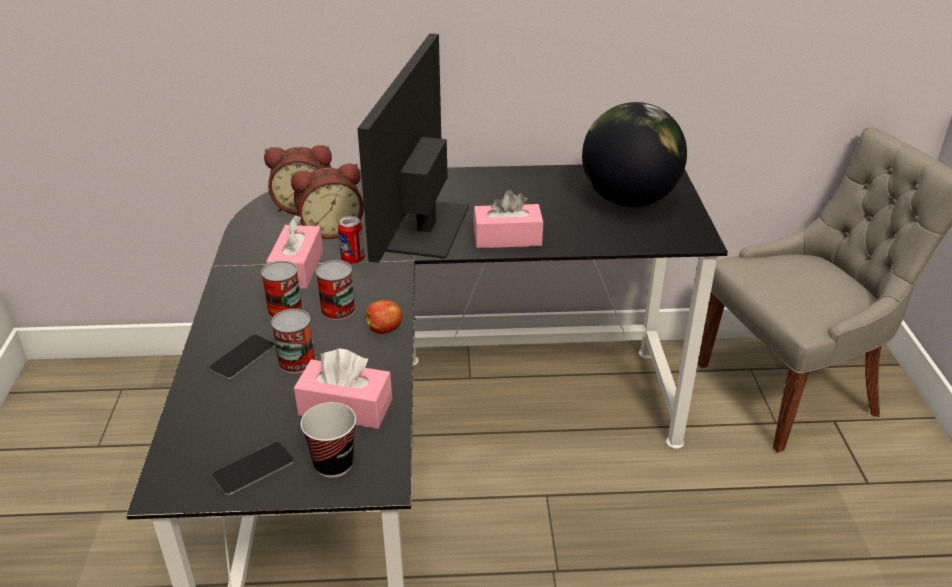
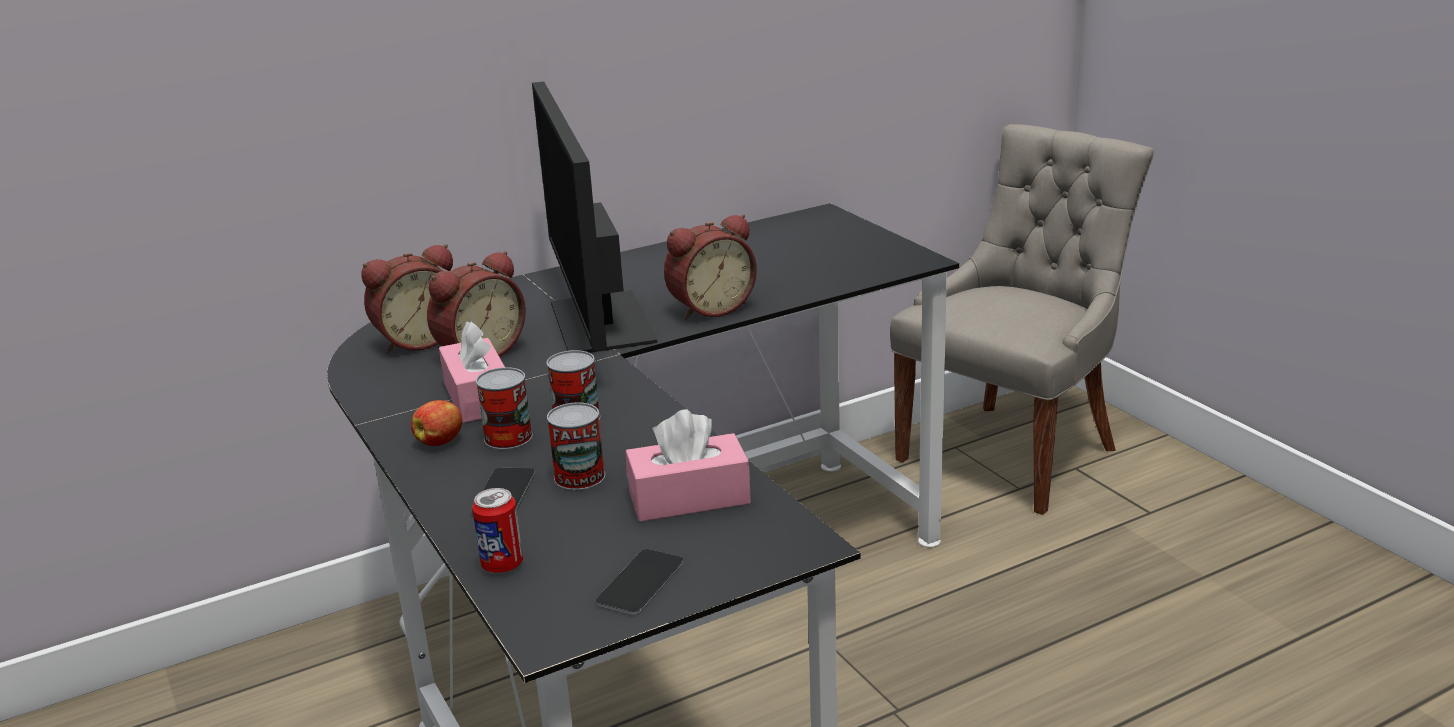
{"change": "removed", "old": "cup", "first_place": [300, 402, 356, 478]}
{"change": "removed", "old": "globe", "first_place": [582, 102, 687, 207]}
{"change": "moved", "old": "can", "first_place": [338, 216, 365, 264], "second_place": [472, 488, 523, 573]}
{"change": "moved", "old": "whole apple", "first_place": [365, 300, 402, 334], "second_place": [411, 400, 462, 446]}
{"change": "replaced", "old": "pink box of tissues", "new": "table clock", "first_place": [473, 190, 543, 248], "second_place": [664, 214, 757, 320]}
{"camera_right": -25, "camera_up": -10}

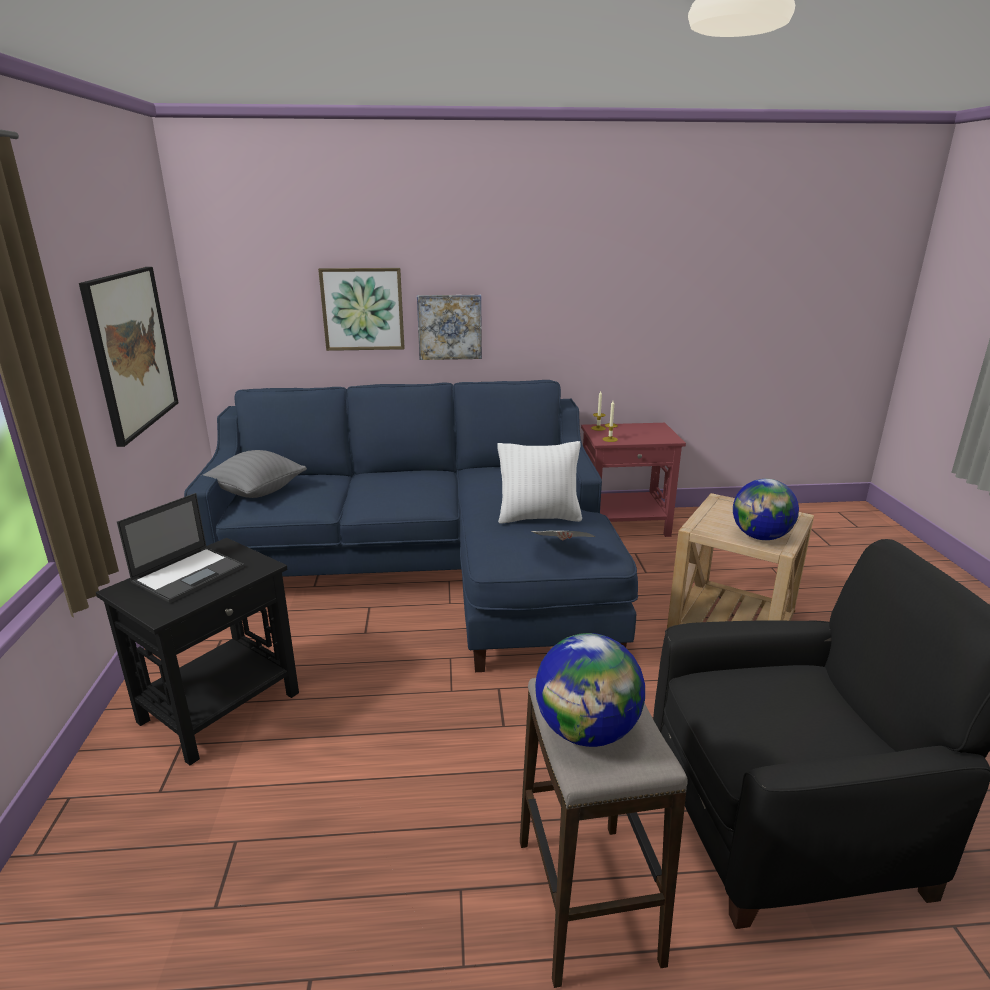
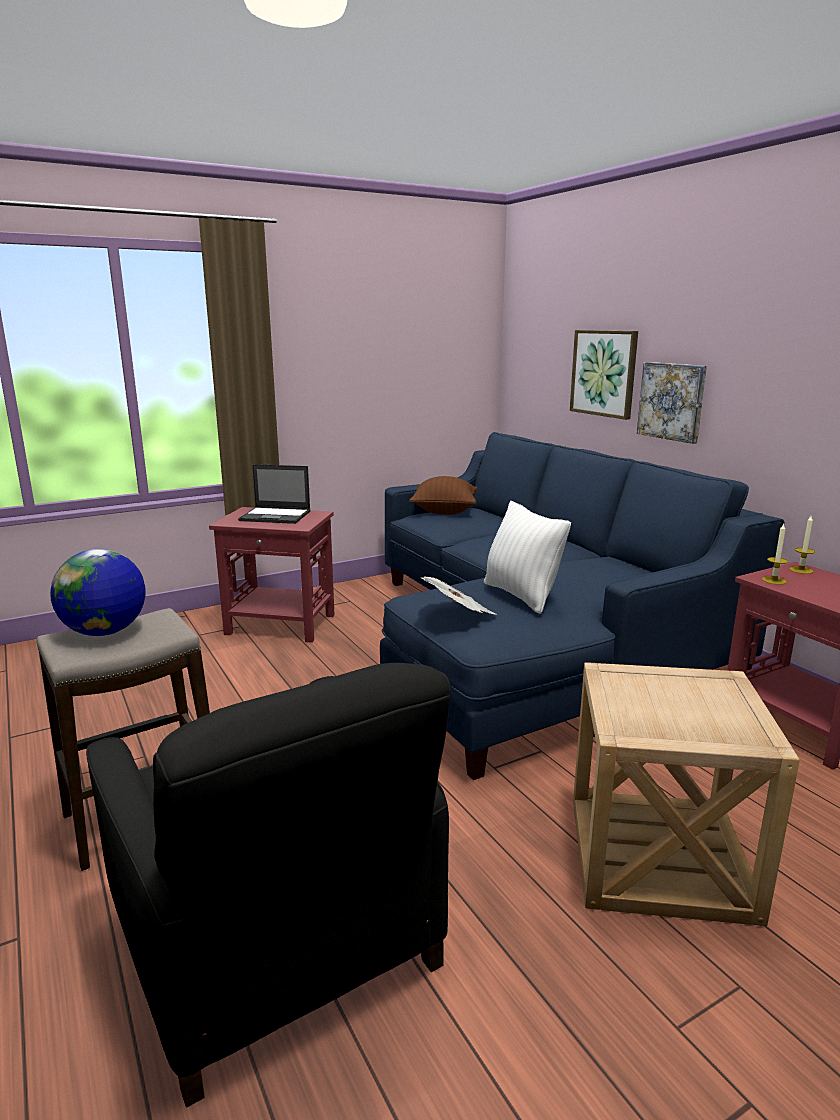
{"change": "removed", "old": "picture", "first_place": [79, 267, 178, 447]}
{"change": "removed", "old": "globe", "first_place": [733, 479, 799, 540]}
{"change": "recoloured", "old": "blackish accent table", "new": "red-coloured accent table", "first_place": [96, 538, 299, 765], "second_place": [209, 507, 335, 643]}
{"change": "recoloured", "old": "greyish cushion", "new": "brown cushion", "first_place": [200, 450, 307, 498], "second_place": [409, 476, 478, 515]}
{"camera_right": 65, "camera_up": -5}

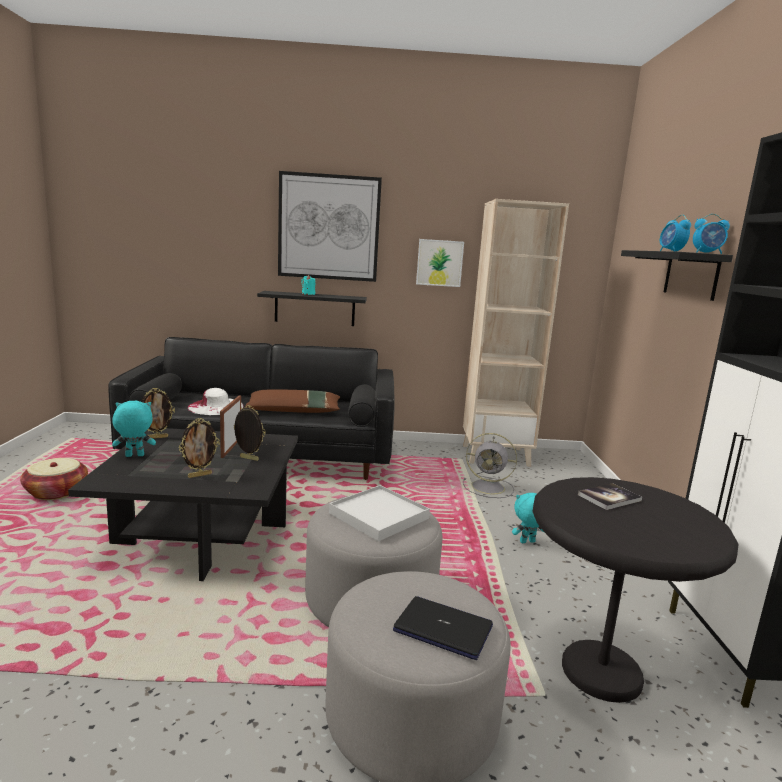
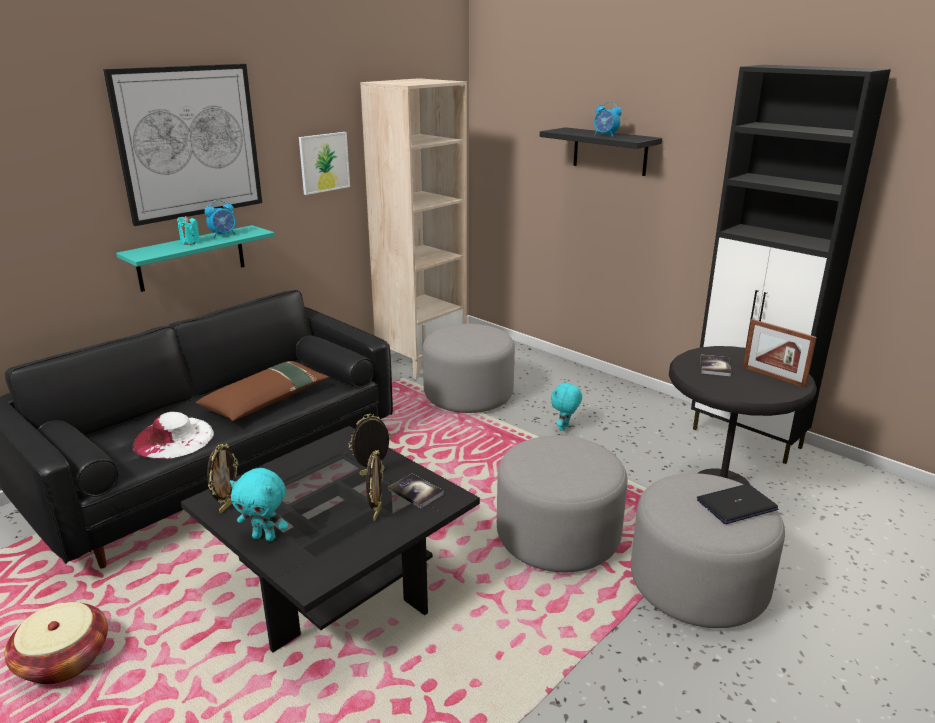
{"change": "removed", "old": "white carrying tray", "first_place": [329, 485, 430, 541]}
{"change": "added", "new": "bound book", "second_place": [389, 474, 444, 508]}
{"change": "moved", "old": "standing frame", "first_place": [220, 396, 241, 458], "second_place": [743, 319, 817, 388]}
{"change": "moved", "old": "table clock", "first_place": [693, 214, 730, 254], "second_place": [204, 200, 235, 238]}
{"change": "replaced", "old": "greyish electric fan", "new": "greyish ottoman", "first_place": [463, 433, 517, 498], "second_place": [423, 324, 515, 413]}
{"change": "recoloured", "old": "blackish wall shelf", "new": "turquoise wall shelf", "first_place": [257, 291, 367, 326], "second_place": [116, 225, 275, 292]}
{"change": "turned", "old": "turquoise cuddly toy", "first_place": [112, 401, 156, 457], "second_place": [230, 468, 288, 541], "degrees": -105}
{"camera_right": -45, "camera_up": 10}

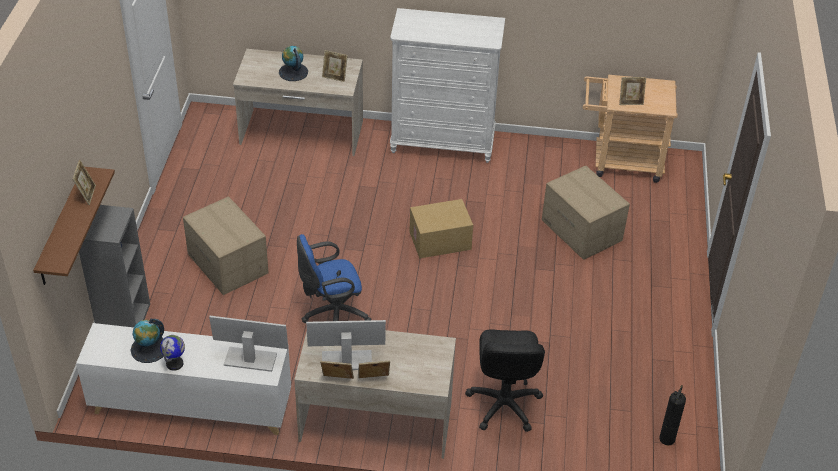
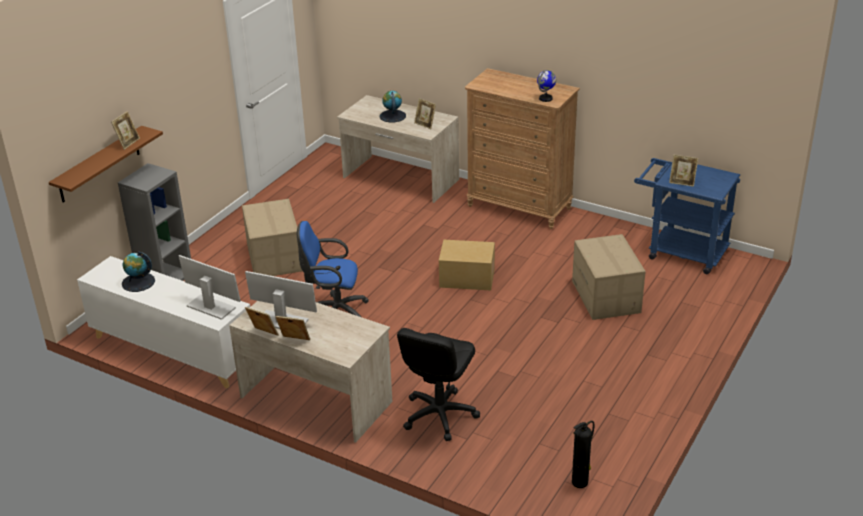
{"change": "moved", "old": "globe", "first_place": [160, 335, 185, 371], "second_place": [537, 70, 556, 102]}
{"change": "recoloured", "old": "white dresser", "new": "brown dresser", "first_place": [390, 8, 505, 163], "second_place": [465, 68, 580, 229]}
{"change": "recoloured", "old": "beige wheeled cart", "new": "blue wheeled cart", "first_place": [583, 75, 678, 183], "second_place": [634, 158, 740, 274]}
{"camera_right": 25, "camera_up": -10}

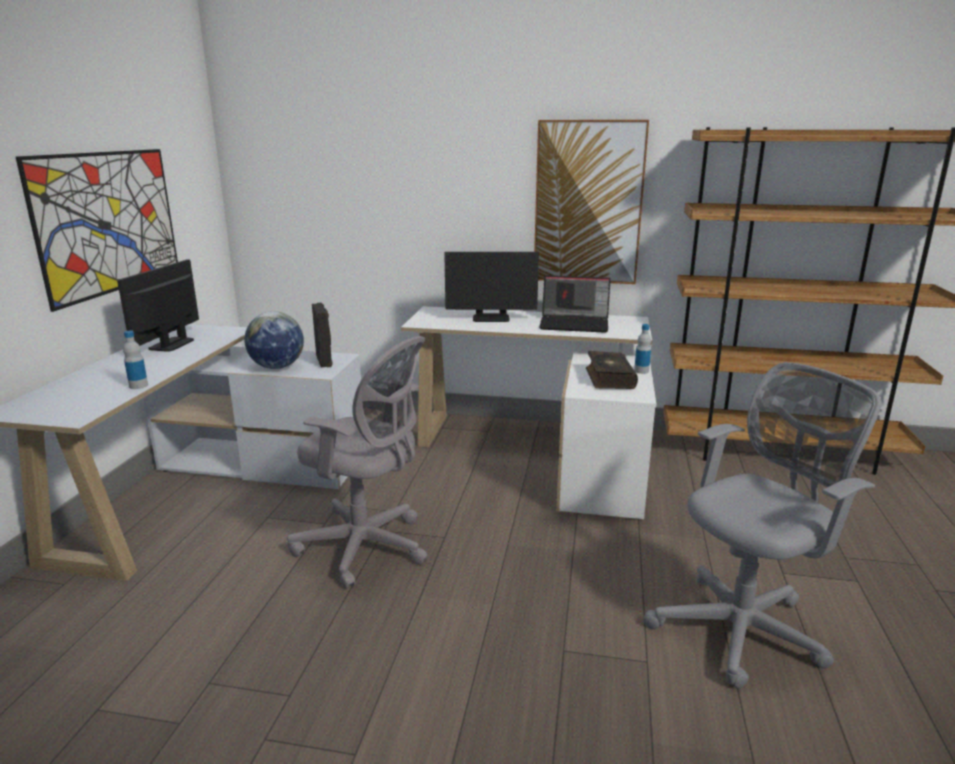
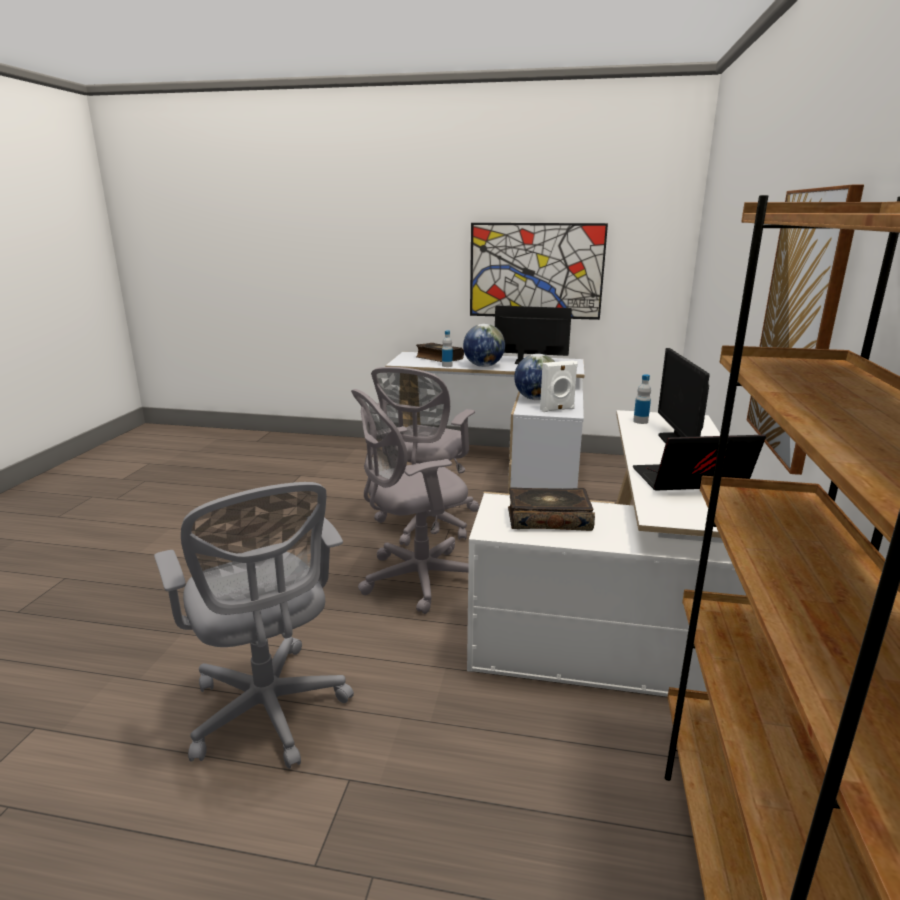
{"change": "added", "new": "greyish computer chair", "second_place": [351, 389, 469, 614]}
{"change": "added", "new": "bound book", "second_place": [416, 343, 464, 362]}
{"change": "added", "new": "globe", "second_place": [463, 324, 505, 367]}
{"change": "moved", "old": "bottle", "first_place": [634, 324, 651, 374], "second_place": [633, 374, 651, 424]}
{"change": "recoloured", "old": "blackish loudspeaker", "new": "white loudspeaker", "first_place": [312, 303, 333, 368], "second_place": [540, 360, 578, 412]}
{"change": "turned", "old": "laptop", "first_place": [539, 275, 611, 333], "second_place": [633, 435, 766, 490], "degrees": 75}
{"camera_right": 90, "camera_up": 0}

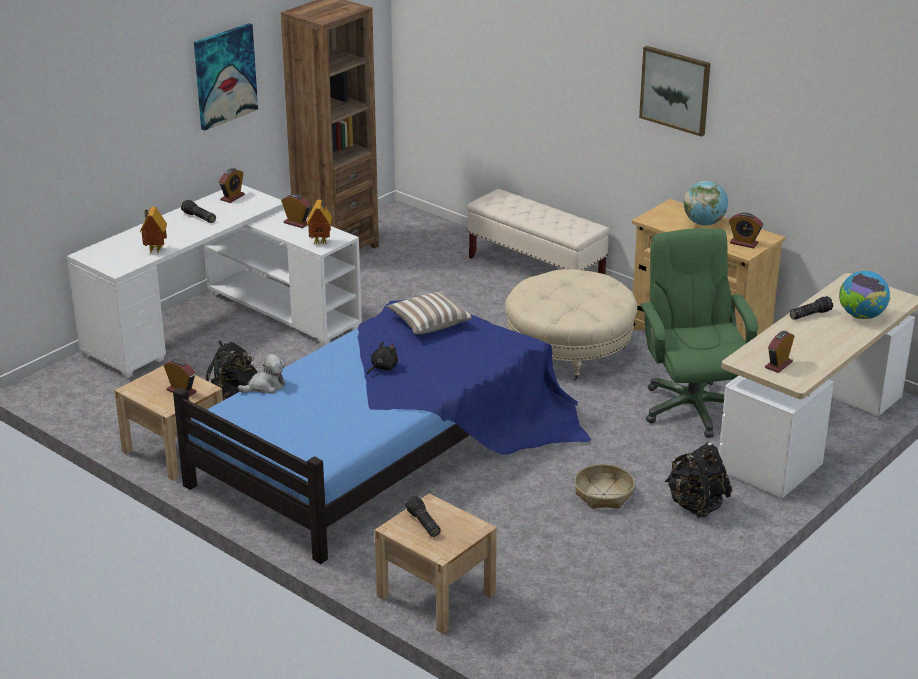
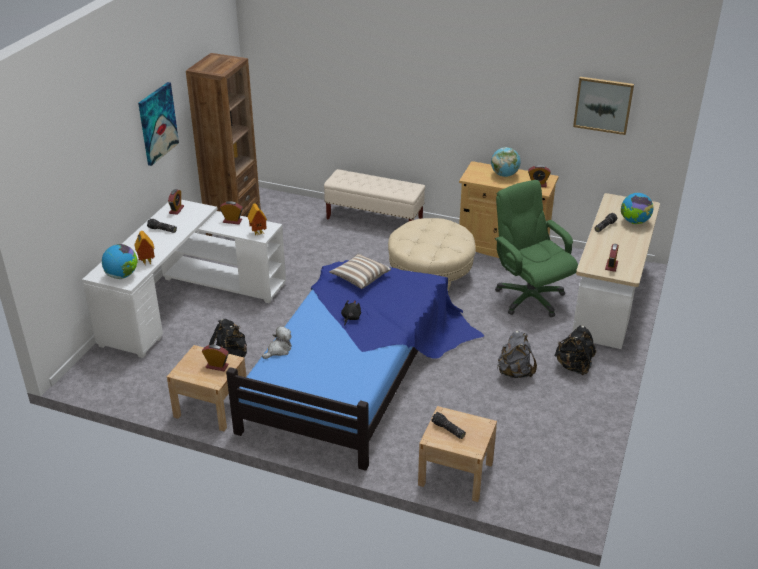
{"change": "added", "new": "globe", "second_place": [102, 244, 138, 279]}
{"change": "moved", "old": "picture", "first_place": [639, 46, 711, 137], "second_place": [573, 77, 634, 135]}
{"change": "replaced", "old": "storage basket", "new": "greyish backpack", "first_place": [574, 464, 635, 509], "second_place": [497, 331, 537, 378]}
{"camera_right": -20, "camera_up": 5}

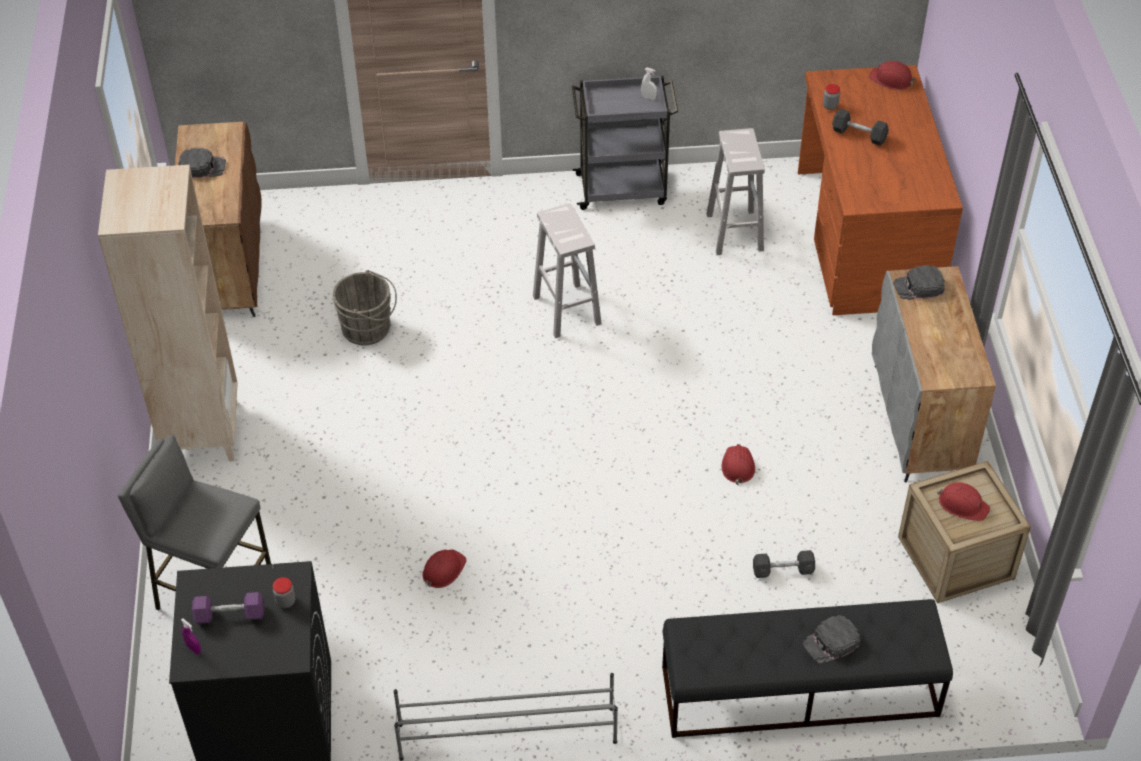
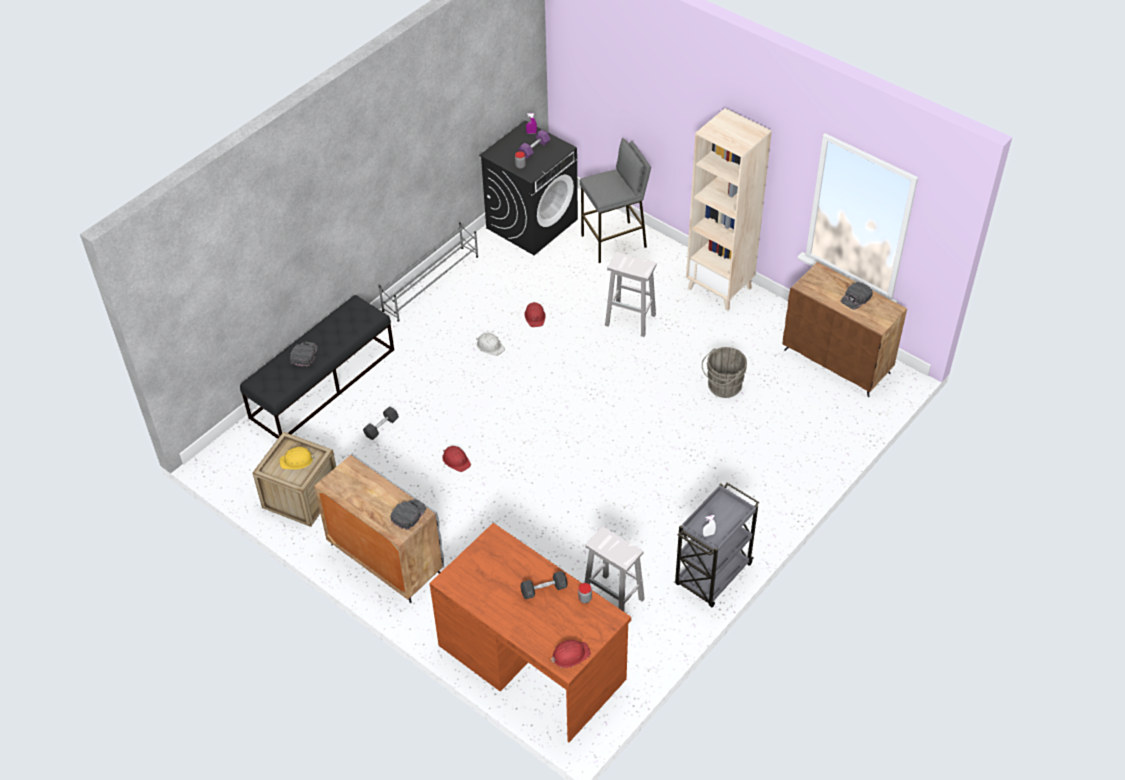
{"change": "added", "new": "white work helmet", "second_place": [476, 333, 505, 356]}
{"change": "moved", "old": "white stool seat", "first_place": [533, 203, 602, 338], "second_place": [605, 252, 657, 337]}
{"change": "recoloured", "old": "red-coloured work helmet", "new": "yellow-coloured work helmet", "first_place": [937, 482, 990, 521], "second_place": [280, 447, 315, 470]}
{"camera_right": 135, "camera_up": 0}

